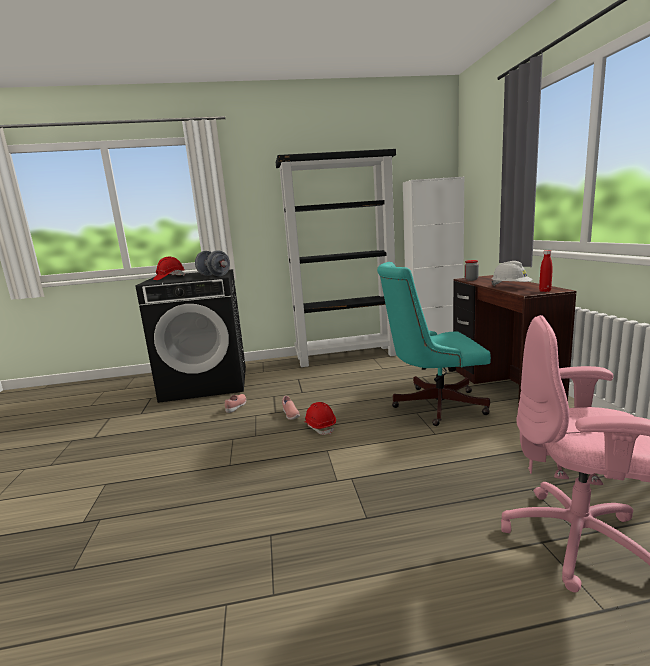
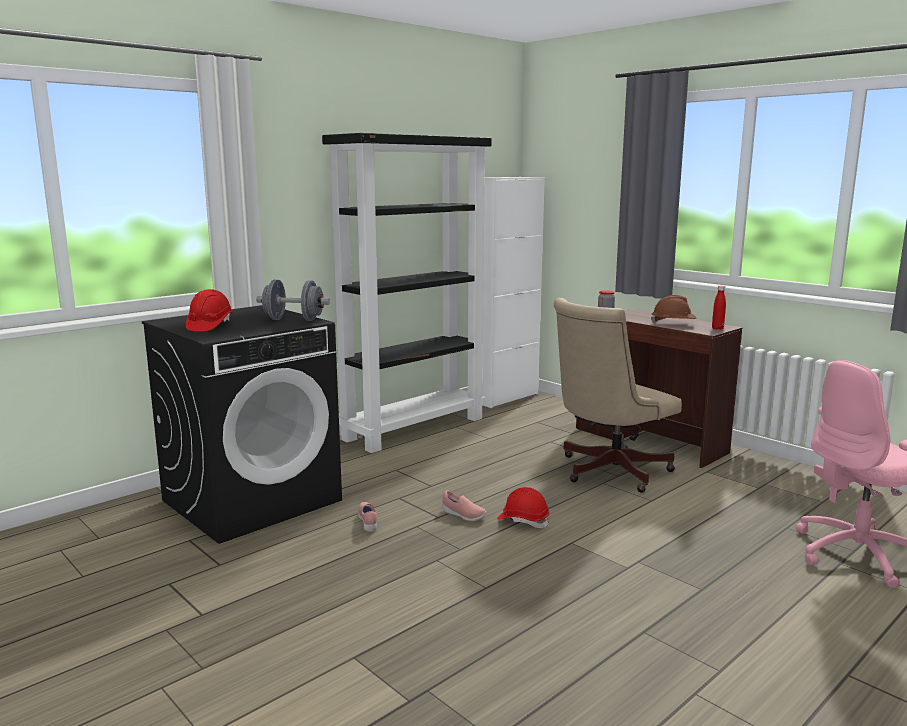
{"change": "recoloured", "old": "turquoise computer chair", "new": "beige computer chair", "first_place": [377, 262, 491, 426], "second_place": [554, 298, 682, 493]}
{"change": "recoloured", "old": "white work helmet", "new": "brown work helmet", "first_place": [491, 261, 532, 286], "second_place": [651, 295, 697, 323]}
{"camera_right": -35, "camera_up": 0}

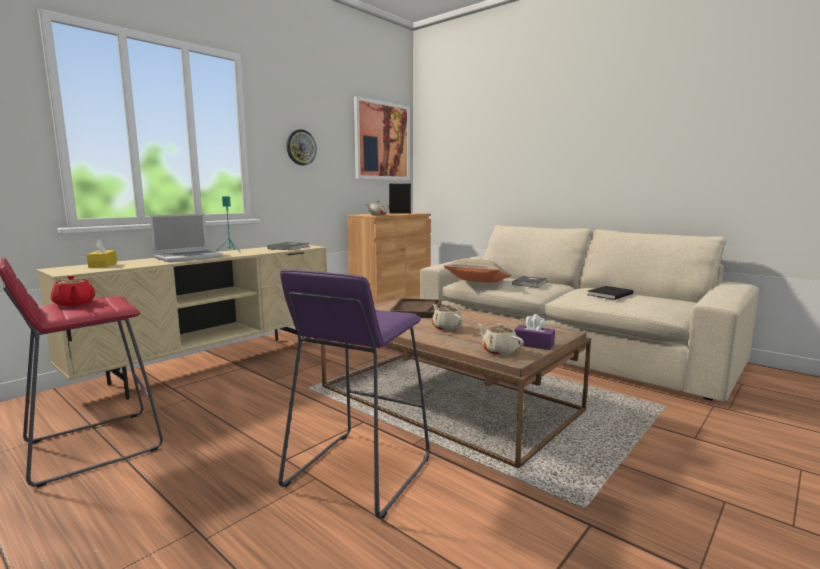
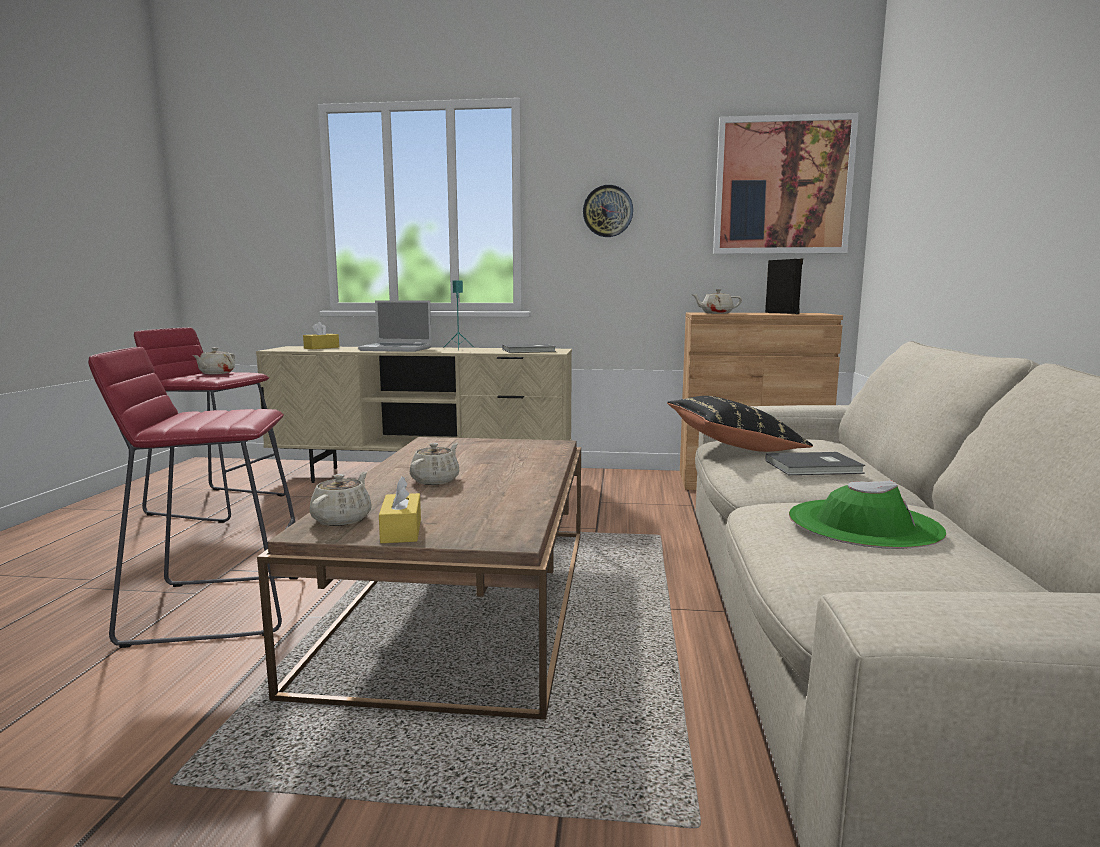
{"change": "removed", "old": "brown carrying tray", "first_place": [390, 298, 441, 318]}
{"change": "replaced", "old": "blackish bound book", "new": "green-coloured clothing hat", "first_place": [588, 286, 633, 300], "second_place": [789, 480, 946, 549]}
{"change": "recoloured", "old": "red-coloured teapot", "new": "beige teapot", "first_place": [51, 275, 95, 306], "second_place": [193, 347, 235, 374]}
{"change": "recoloured", "old": "purple-coloured stool seat", "new": "red-coloured stool seat", "first_place": [278, 269, 429, 519], "second_place": [88, 347, 298, 648]}
{"change": "recoloured", "old": "beige cushion", "new": "blackish cushion", "first_place": [443, 259, 512, 283], "second_place": [667, 396, 813, 452]}
{"change": "recoloured", "old": "purple-coloured box of tissues", "new": "yellow-coloured box of tissues", "first_place": [514, 314, 555, 350], "second_place": [379, 476, 421, 543]}
{"camera_right": 55, "camera_up": 0}

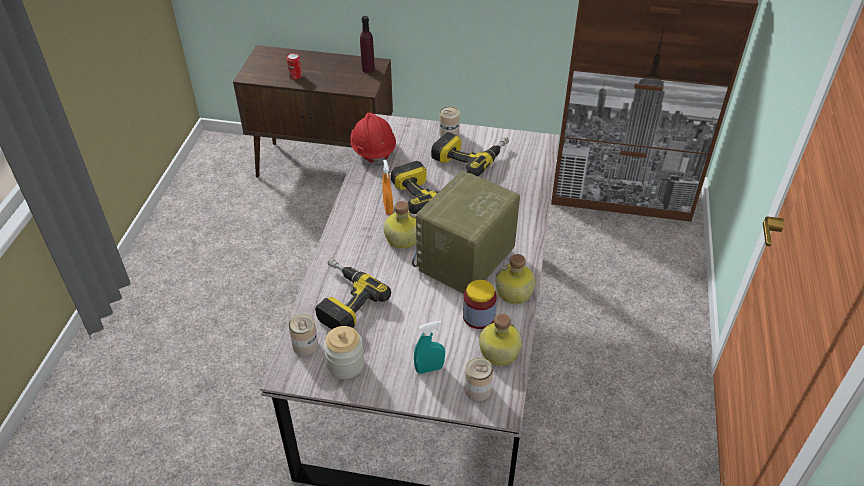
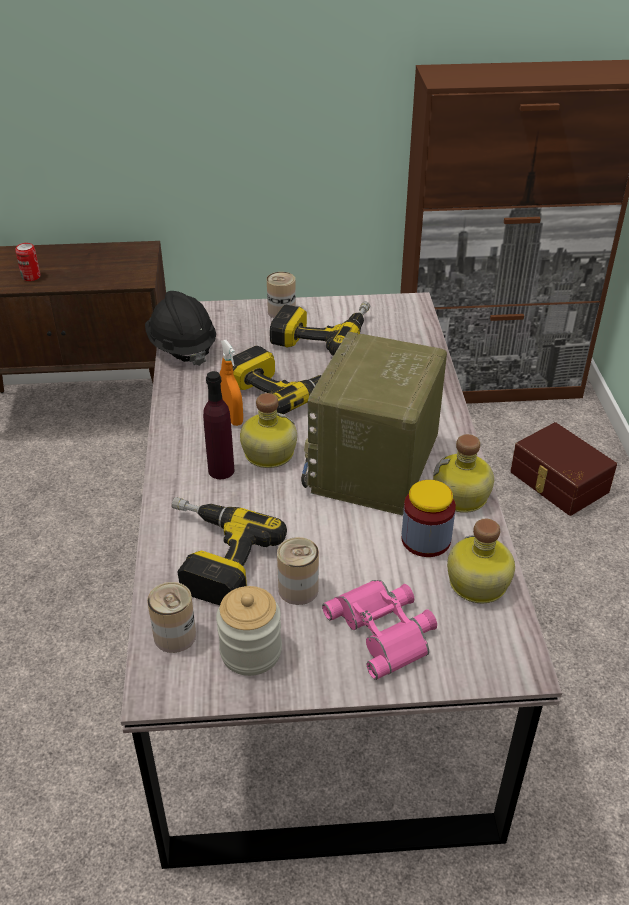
{"change": "added", "new": "brown storage box", "second_place": [510, 422, 617, 516]}
{"change": "moved", "old": "purple-coloured bottle", "first_place": [360, 16, 375, 73], "second_place": [203, 371, 235, 479]}
{"change": "moved", "old": "can", "first_place": [465, 358, 493, 401], "second_place": [277, 537, 319, 605]}
{"change": "replaced", "old": "turquoise hand sprayer", "new": "pink binoculars", "first_place": [414, 321, 445, 374], "second_place": [322, 580, 437, 680]}
{"change": "recoloured", "old": "red-coloured work helmet", "new": "blackish work helmet", "first_place": [351, 112, 396, 166], "second_place": [145, 291, 216, 366]}
{"camera_right": -15, "camera_up": -5}

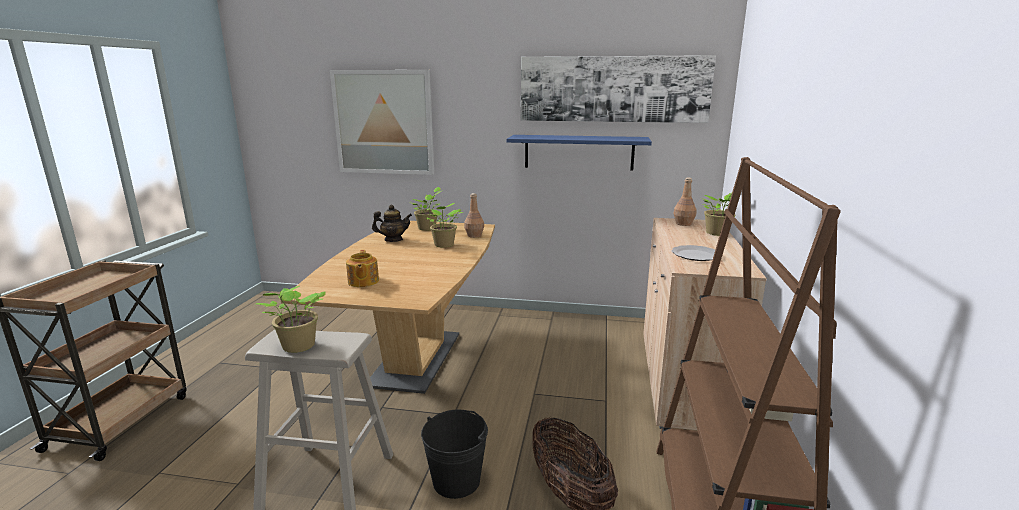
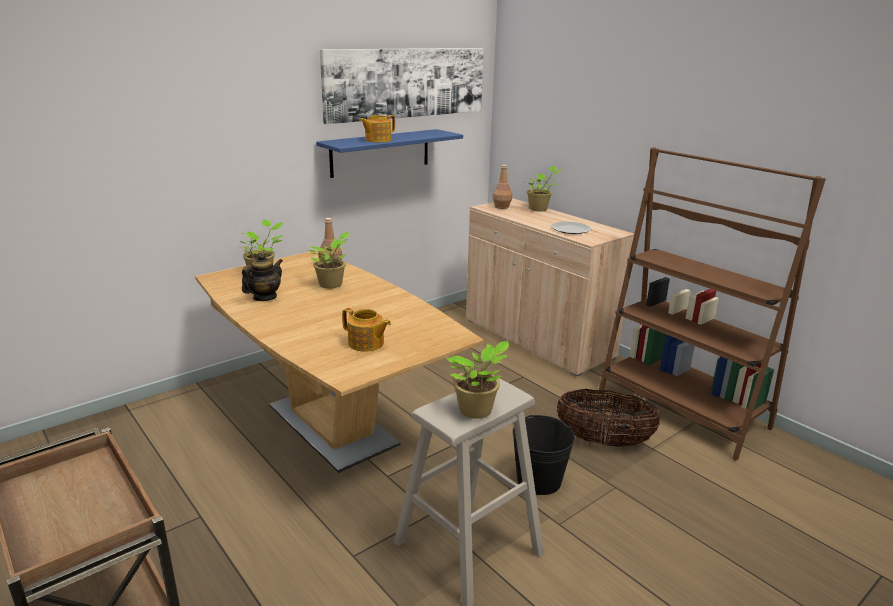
{"change": "removed", "old": "picture", "first_place": [330, 70, 434, 175]}
{"change": "added", "new": "teapot", "second_place": [359, 115, 395, 142]}
{"camera_right": -50, "camera_up": 5}

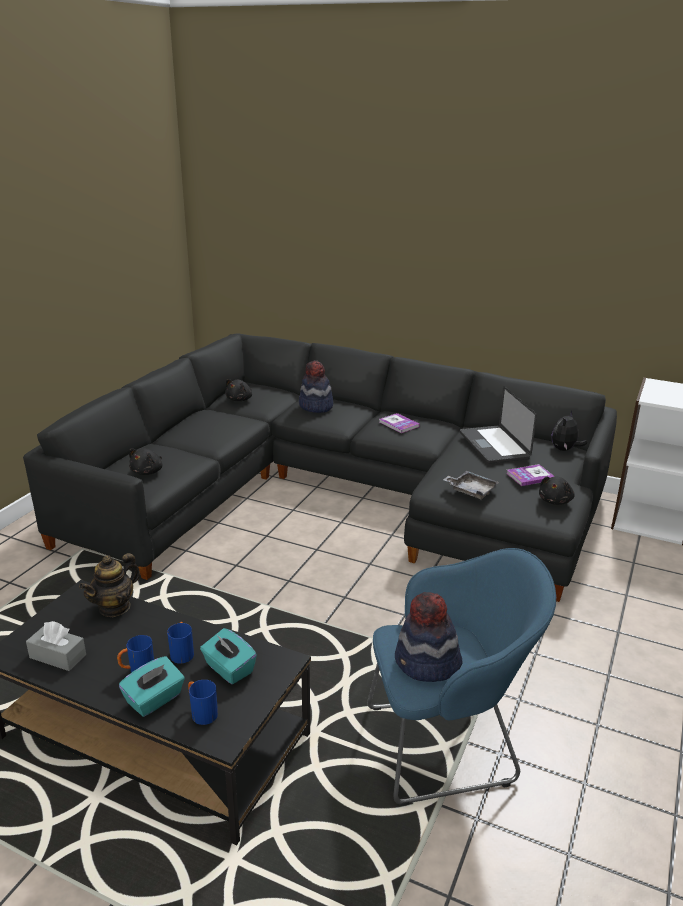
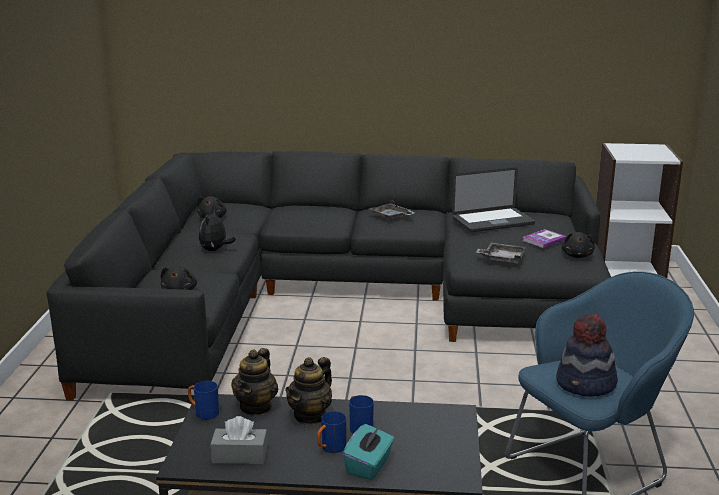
{"change": "removed", "old": "turquoise box of tissues", "first_place": [200, 628, 257, 684]}
{"change": "removed", "old": "clothing hat", "first_place": [299, 360, 333, 413]}
{"change": "added", "new": "teapot", "second_place": [285, 357, 332, 425]}
{"change": "moved", "old": "blue tea mug", "first_place": [188, 680, 218, 725], "second_place": [188, 381, 219, 420]}
{"change": "moved", "old": "cuddly toy", "first_place": [552, 410, 587, 451], "second_place": [198, 208, 236, 251]}
{"change": "replaced", "old": "bound book", "new": "greyish carrying tray", "first_place": [379, 413, 420, 433], "second_place": [370, 201, 414, 220]}
{"change": "turned", "old": "laptop", "first_place": [460, 386, 537, 464], "second_place": [452, 168, 535, 232], "degrees": -75}
{"camera_right": -20, "camera_up": -5}

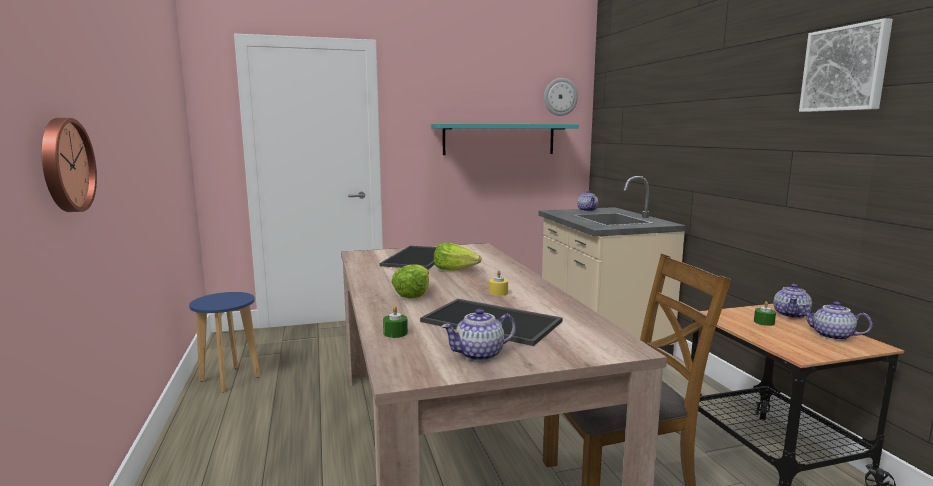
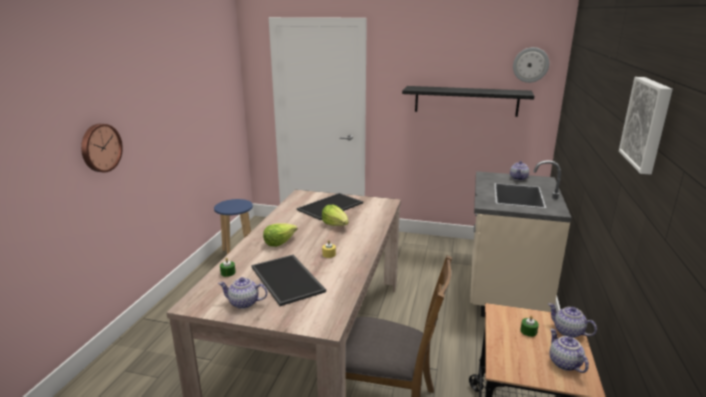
{"change": "recoloured", "old": "turquoise wall shelf", "new": "blackish wall shelf", "first_place": [431, 124, 579, 155], "second_place": [402, 86, 534, 117]}
{"change": "turned", "old": "teapot", "first_place": [773, 284, 812, 319], "second_place": [548, 303, 597, 338], "degrees": 75}
{"camera_right": 30, "camera_up": 10}

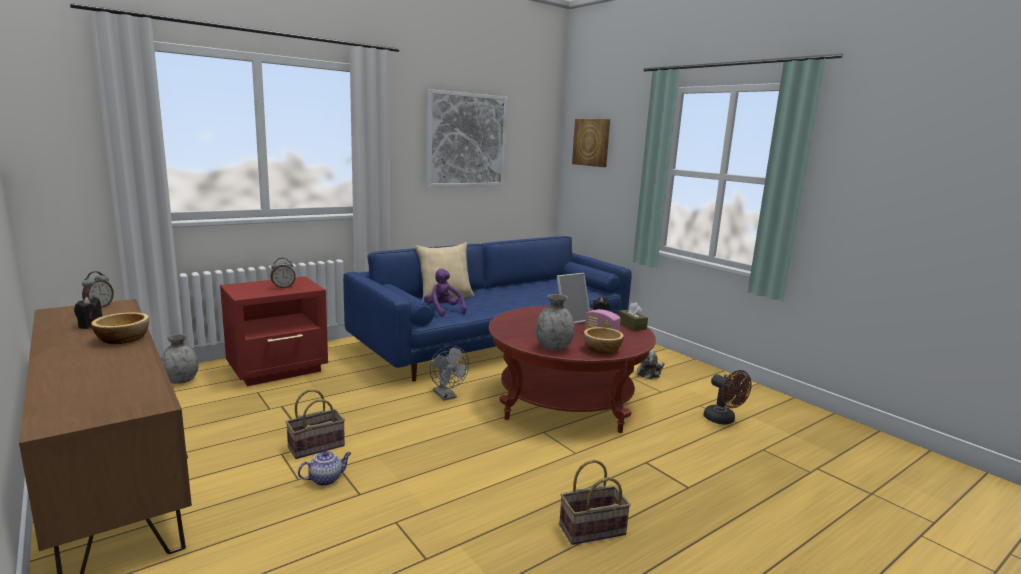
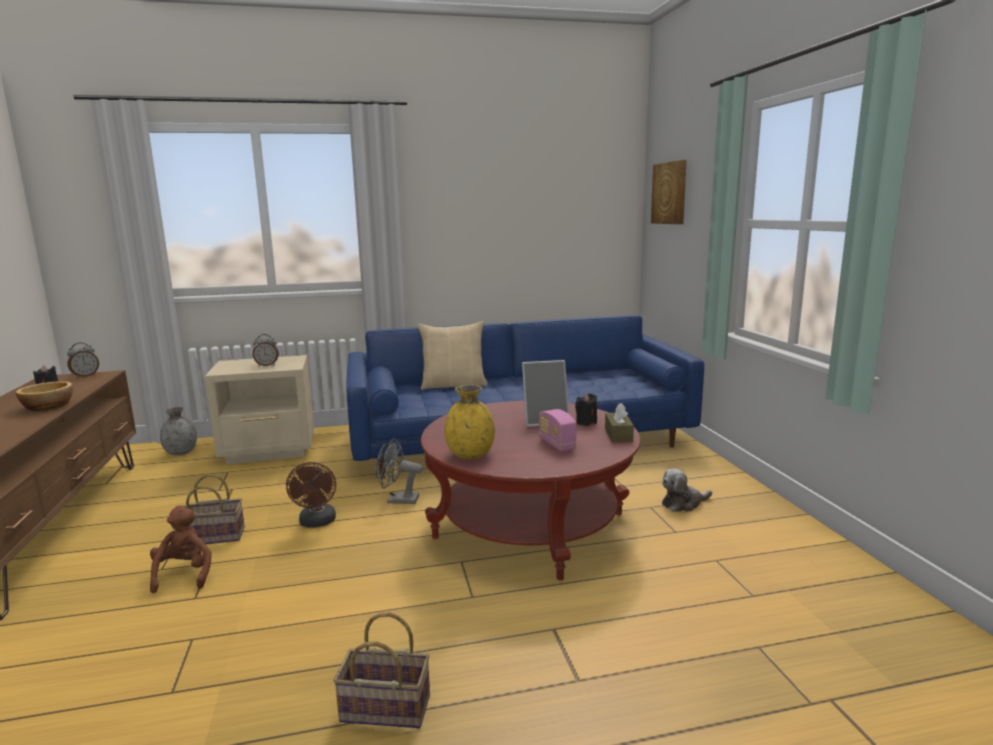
{"change": "removed", "old": "purple-coloured cuddly toy", "first_place": [424, 268, 466, 317]}
{"change": "removed", "old": "picture", "first_place": [426, 89, 508, 187]}
{"change": "removed", "old": "serving bowl", "first_place": [584, 327, 624, 354]}
{"change": "moved", "old": "brown electric fan", "first_place": [704, 370, 752, 425], "second_place": [286, 462, 336, 528]}
{"change": "replaced", "old": "teapot", "new": "brown cuddly toy", "first_place": [298, 451, 351, 486], "second_place": [150, 505, 212, 593]}
{"change": "recoloured", "old": "red-coloured nightstand", "new": "beige nightstand", "first_place": [220, 276, 328, 386], "second_place": [205, 355, 314, 465]}
{"change": "recoloured", "old": "greyish vase", "new": "yellow-coloured vase", "first_place": [536, 294, 575, 351], "second_place": [444, 385, 495, 459]}
{"change": "turned", "old": "greyish electric fan", "first_place": [430, 345, 469, 401], "second_place": [375, 438, 423, 504], "degrees": 105}
{"camera_right": 25, "camera_up": 0}

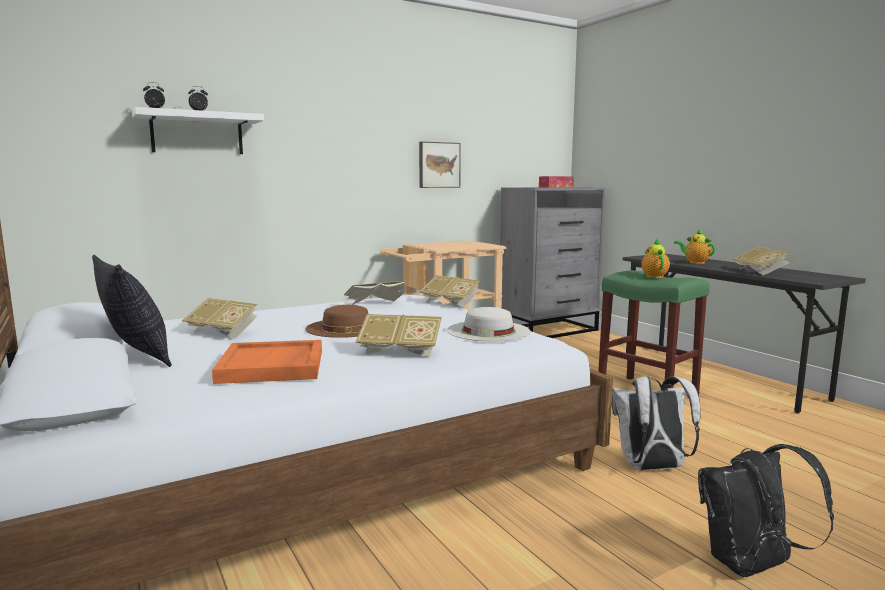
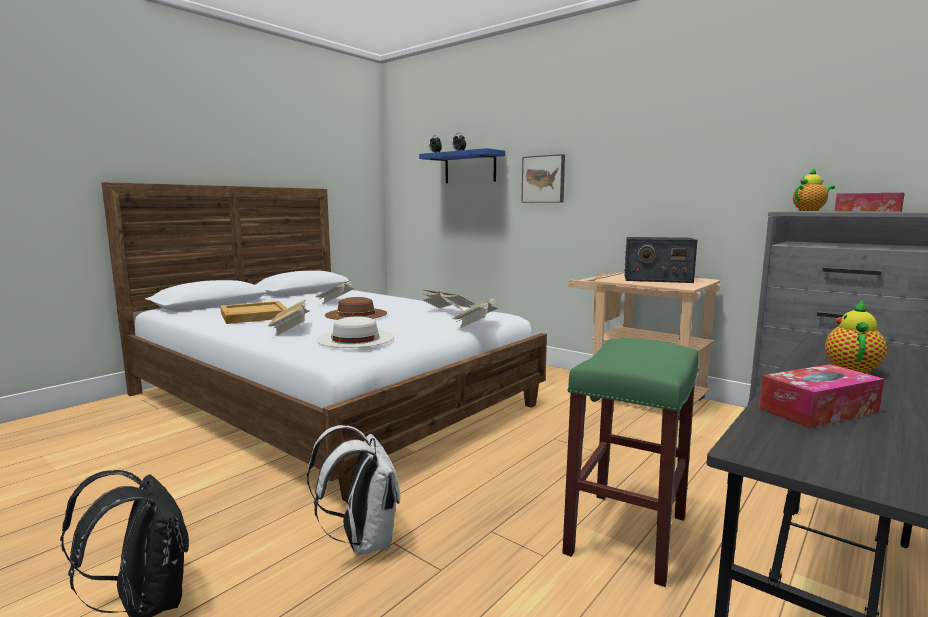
{"change": "removed", "old": "cushion", "first_place": [92, 255, 172, 367]}
{"change": "added", "new": "radio receiver", "second_place": [624, 237, 697, 283]}
{"change": "moved", "old": "picture", "first_place": [419, 142, 461, 188], "second_place": [521, 154, 565, 203]}
{"change": "moved", "old": "teapot", "first_place": [641, 239, 670, 278], "second_place": [793, 168, 835, 211]}
{"change": "replaced", "old": "bound book", "new": "box of tissues", "first_place": [732, 246, 789, 276], "second_place": [759, 364, 884, 428]}
{"change": "recoloured", "old": "white wall shelf", "new": "blue wall shelf", "first_place": [132, 107, 264, 154], "second_place": [419, 148, 505, 183]}
{"change": "recoloured", "old": "orangey carrying tray", "new": "beige carrying tray", "first_place": [212, 340, 322, 384], "second_place": [220, 301, 288, 324]}
{"camera_right": 70, "camera_up": 0}

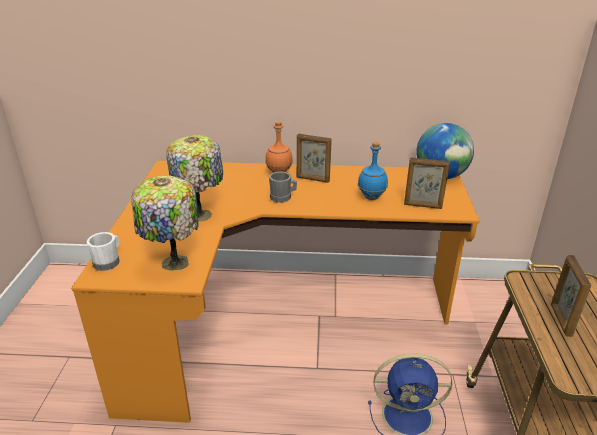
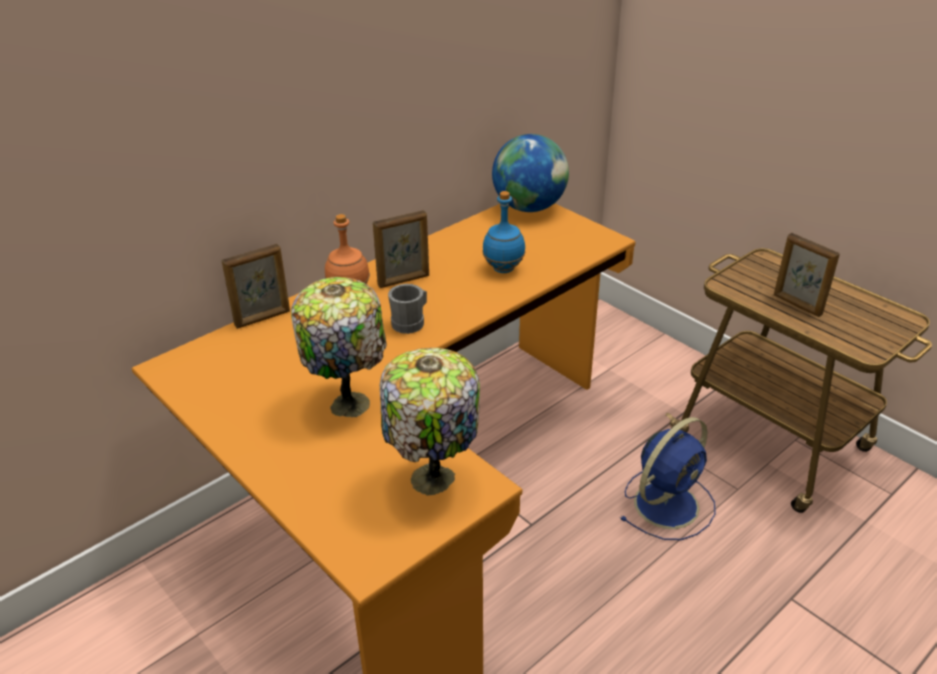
{"change": "removed", "old": "white tea mug", "first_place": [86, 232, 120, 271]}
{"change": "moved", "old": "standing frame", "first_place": [404, 158, 450, 209], "second_place": [222, 244, 290, 329]}
{"camera_right": -45, "camera_up": 5}

